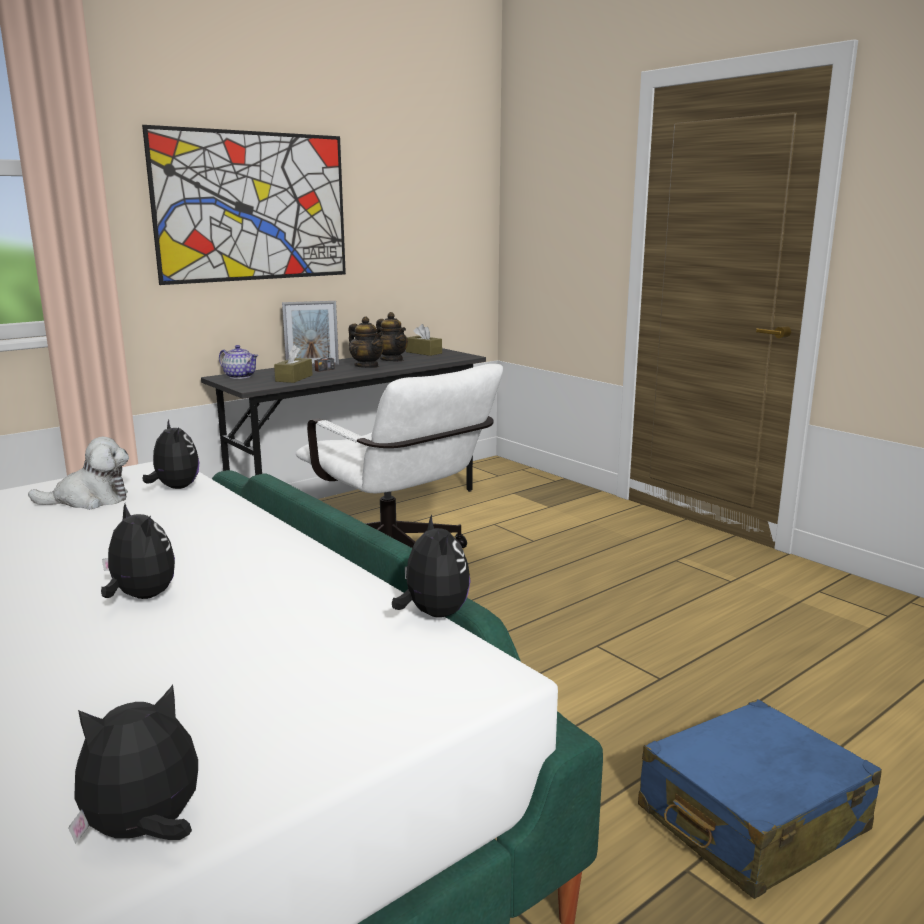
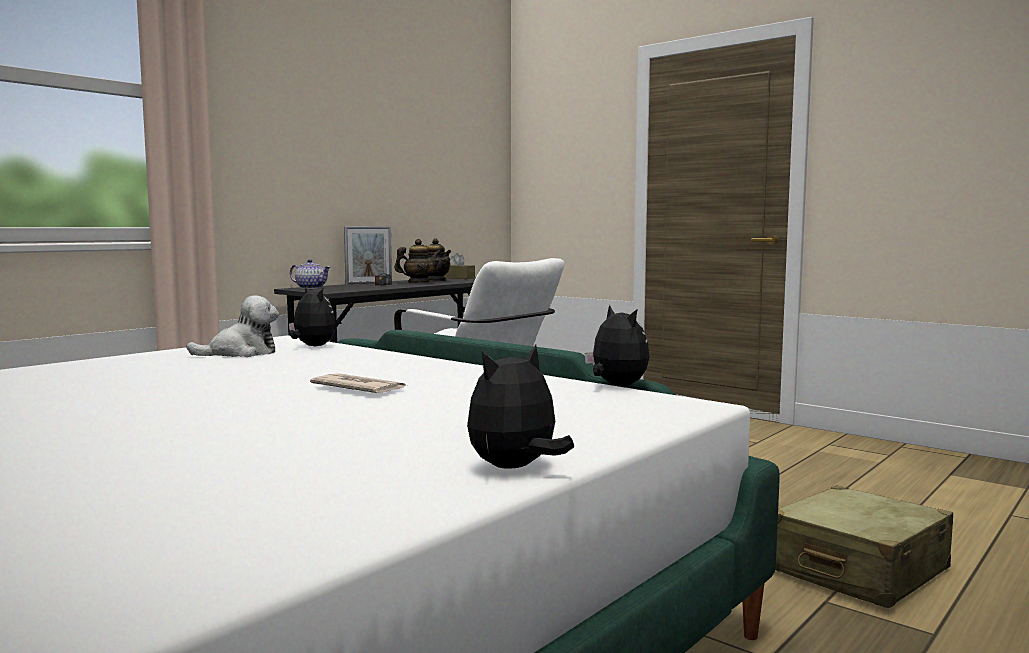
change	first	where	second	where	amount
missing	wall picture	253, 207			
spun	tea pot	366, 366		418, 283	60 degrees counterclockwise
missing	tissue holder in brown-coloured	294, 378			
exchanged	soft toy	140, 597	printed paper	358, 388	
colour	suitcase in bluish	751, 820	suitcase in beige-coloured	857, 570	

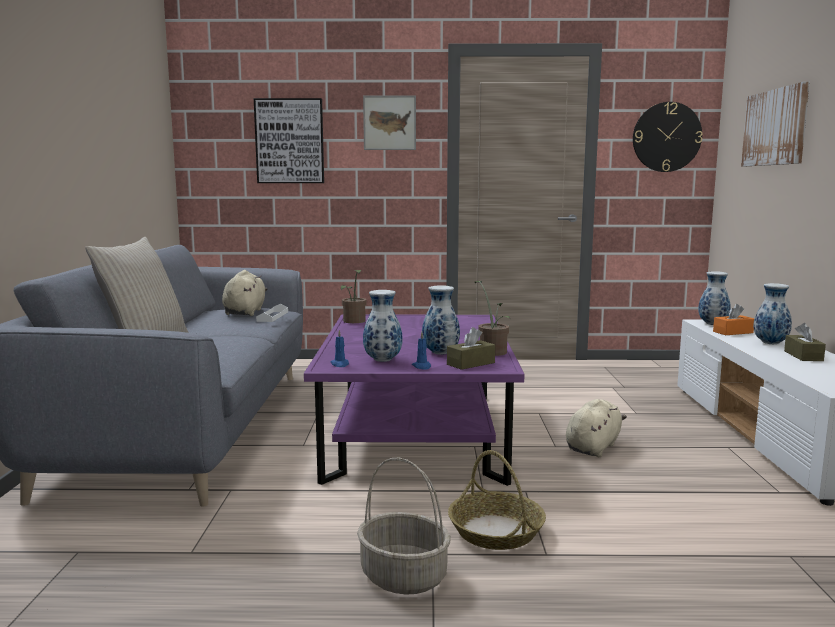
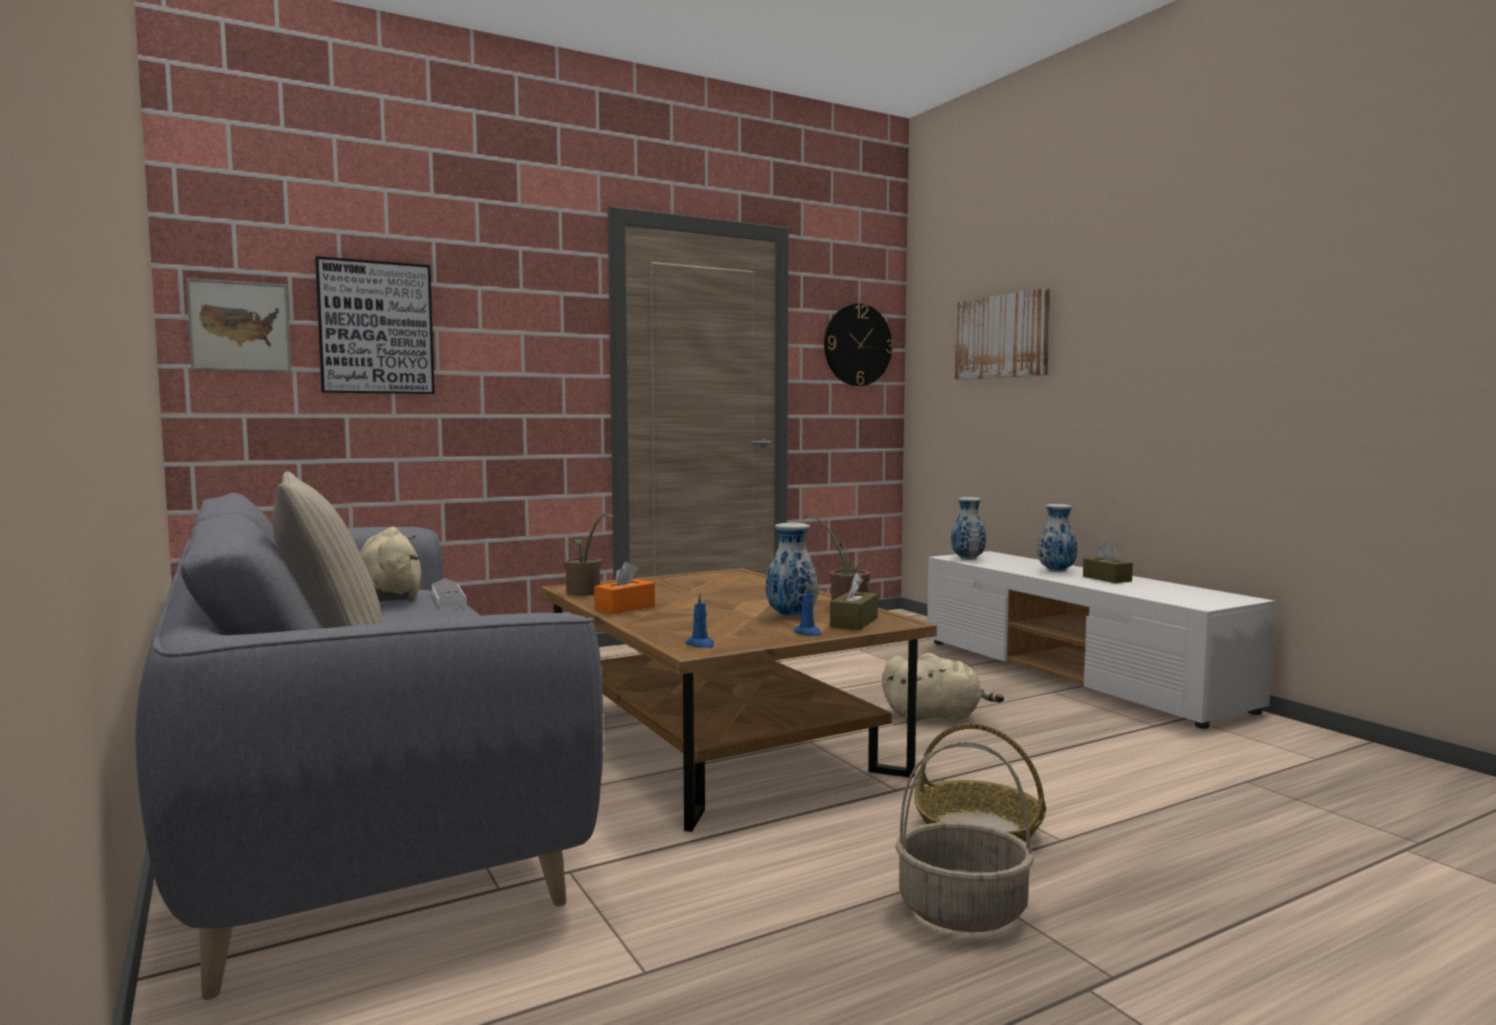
change	first	where	second	where	amount
relocated	wall picture	389, 123		240, 326	
missing	flower vase	383, 360			
relocated	tissue holder in orangey	733, 332		625, 607	
colour	low table in purplish	415, 434	low table in brown-coloured	718, 742	
spun	soft toy in beige-coloured	593, 447		936, 716	90 degrees clockwise

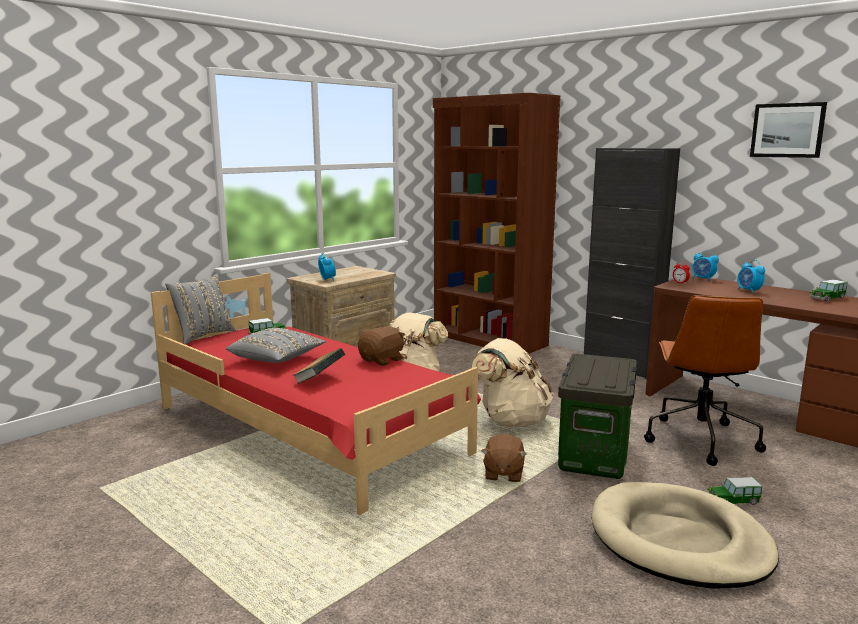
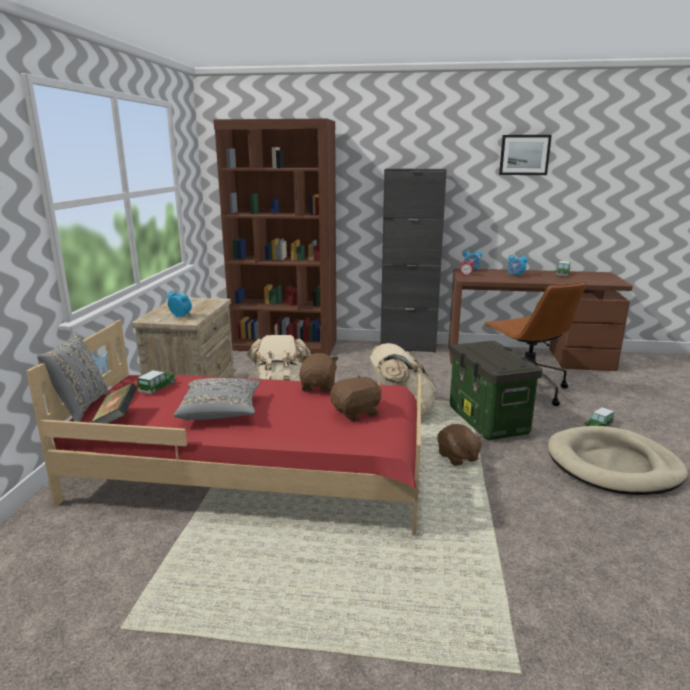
change	first	where	second	where	amount
relocated	book	319, 380		117, 419	
appeared			soft toy in brown-coloured	356, 413	

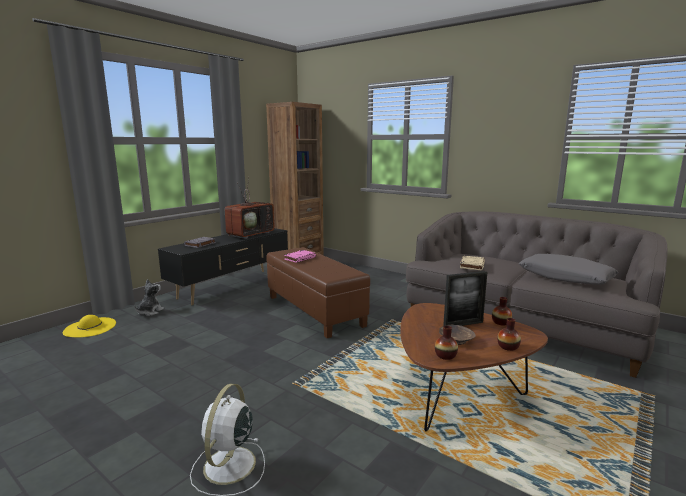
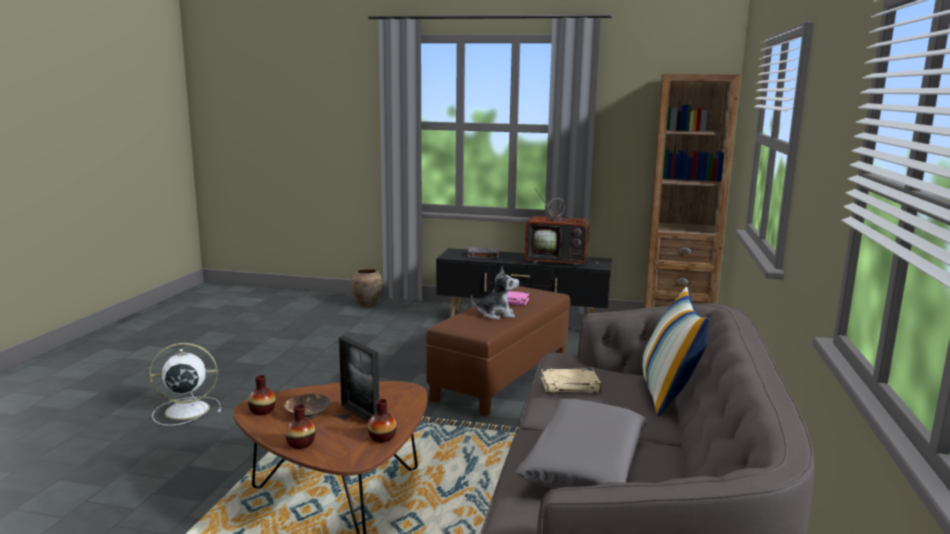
change	first	where	second	where	amount
relocated	soft toy	149, 312		496, 314	
exchanged	wearable hat in yellowish	90, 327	flower vase in brown-coloured	367, 305	
appeared			cushion	668, 394	

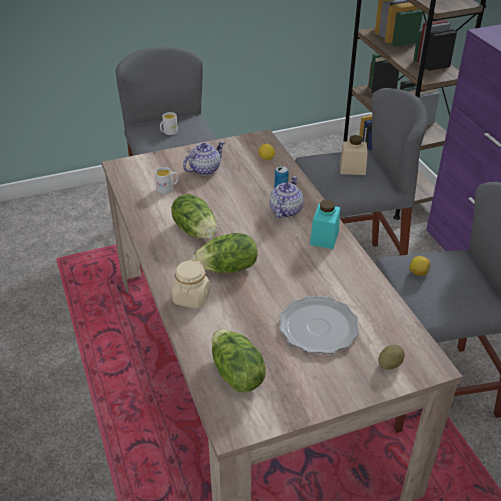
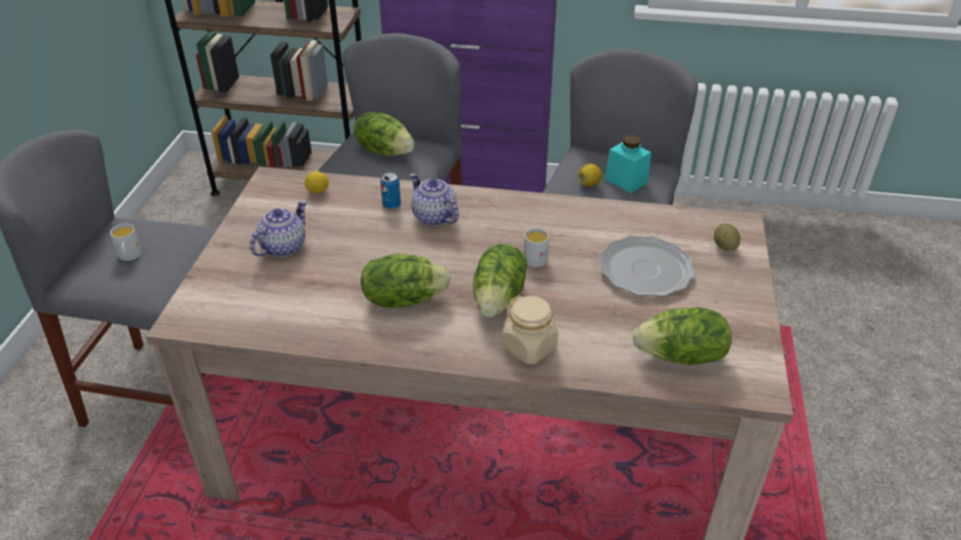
change	first	where	second	where	amount
exchanged	jar in beige-coloured	352, 169	lettuce head	385, 151	
spun	tea pot	205, 169		283, 246	45 degrees clockwise
relocated	mug in white	167, 188		535, 257	
relocated	jar in turquoise	324, 238		626, 180	

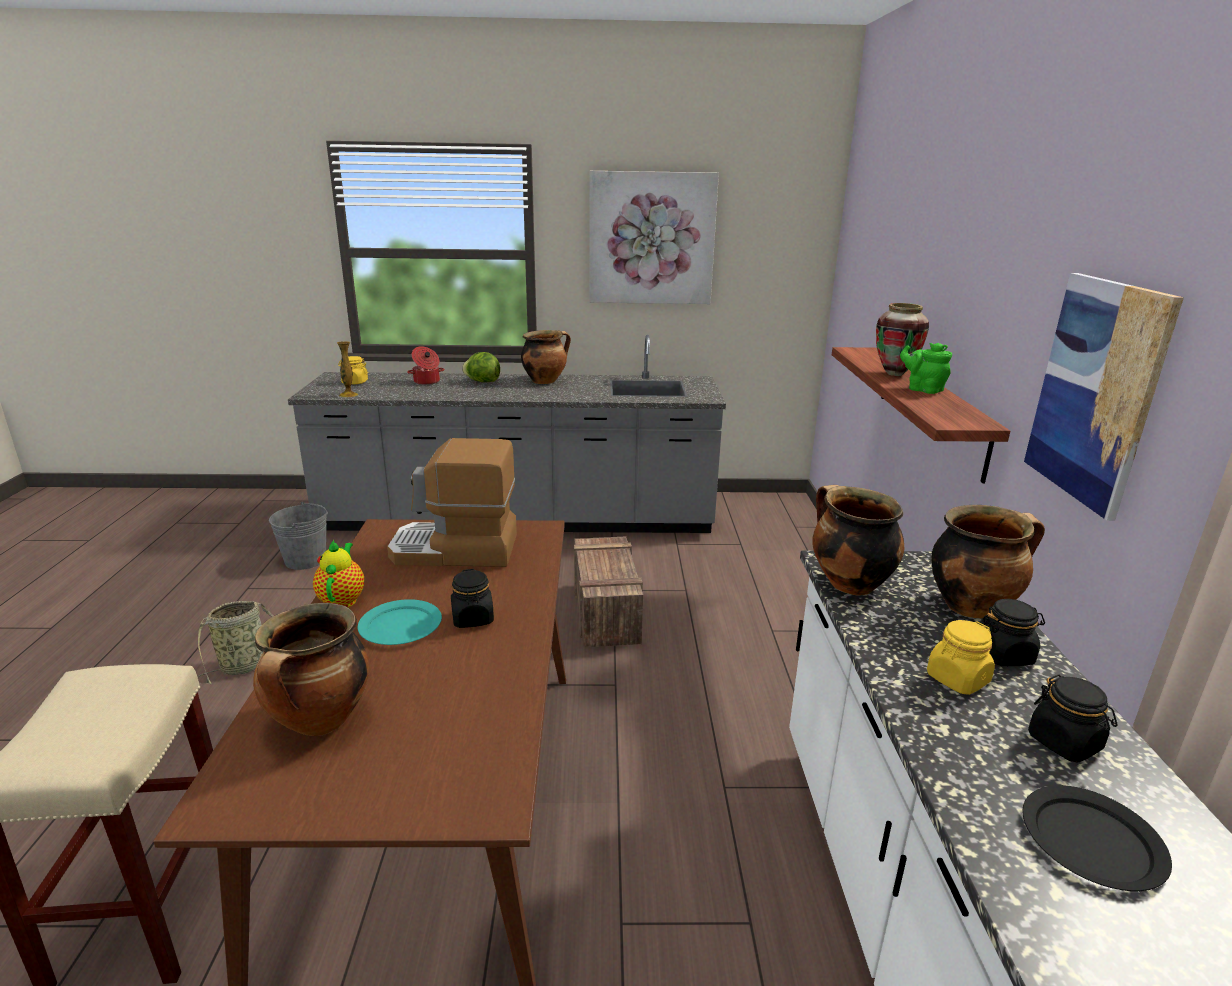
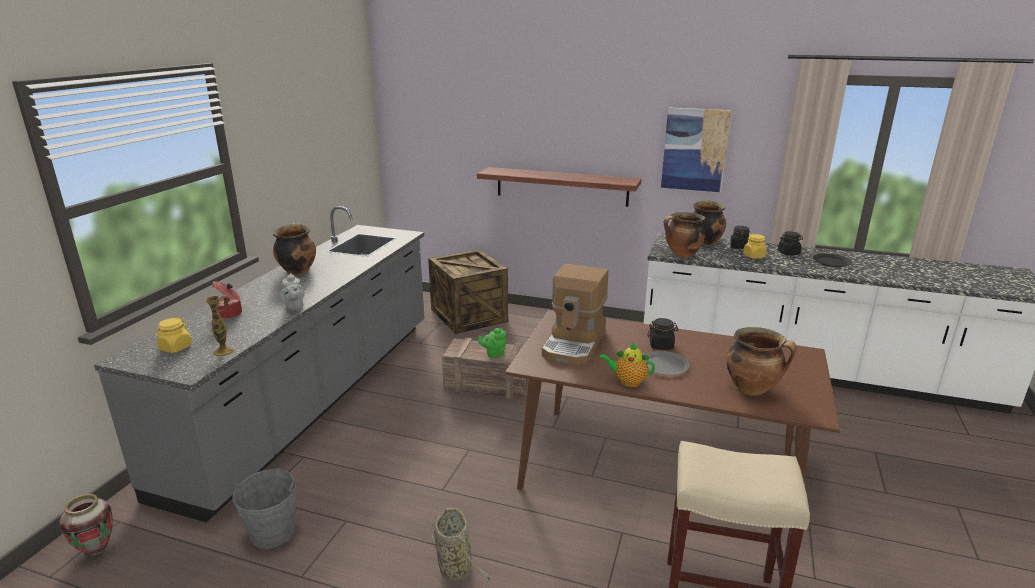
change	first	where	second	where	amount
missing	wall picture	651, 239			
relocated	flower vase	895, 374		97, 550	
relocated	tea pot in green	922, 389		493, 354	
missing	lettuce head	482, 382			
colour	flat dish in turquoise	401, 626	flat dish in grey	664, 365	
appeared			crate	467, 315	
appeared			tea pot in grey	294, 307	

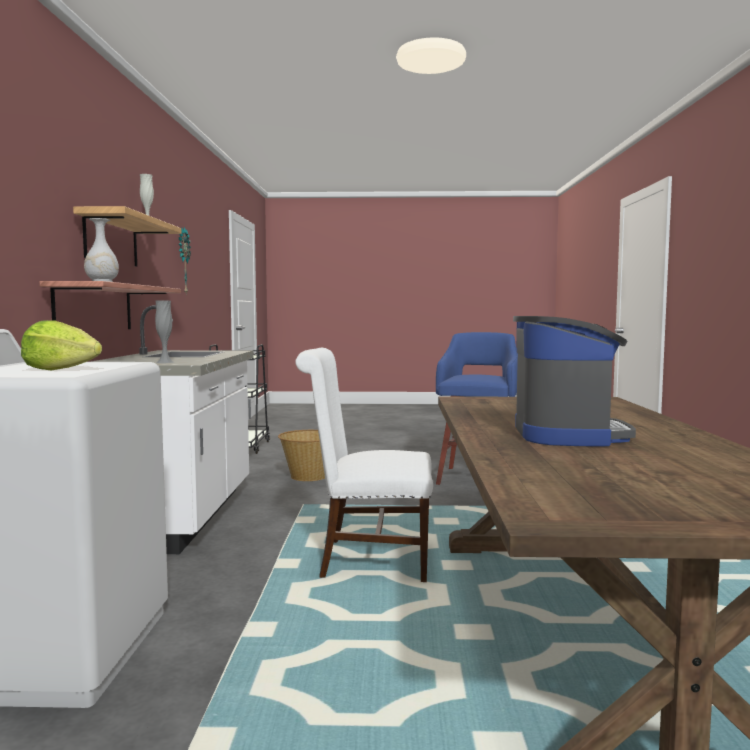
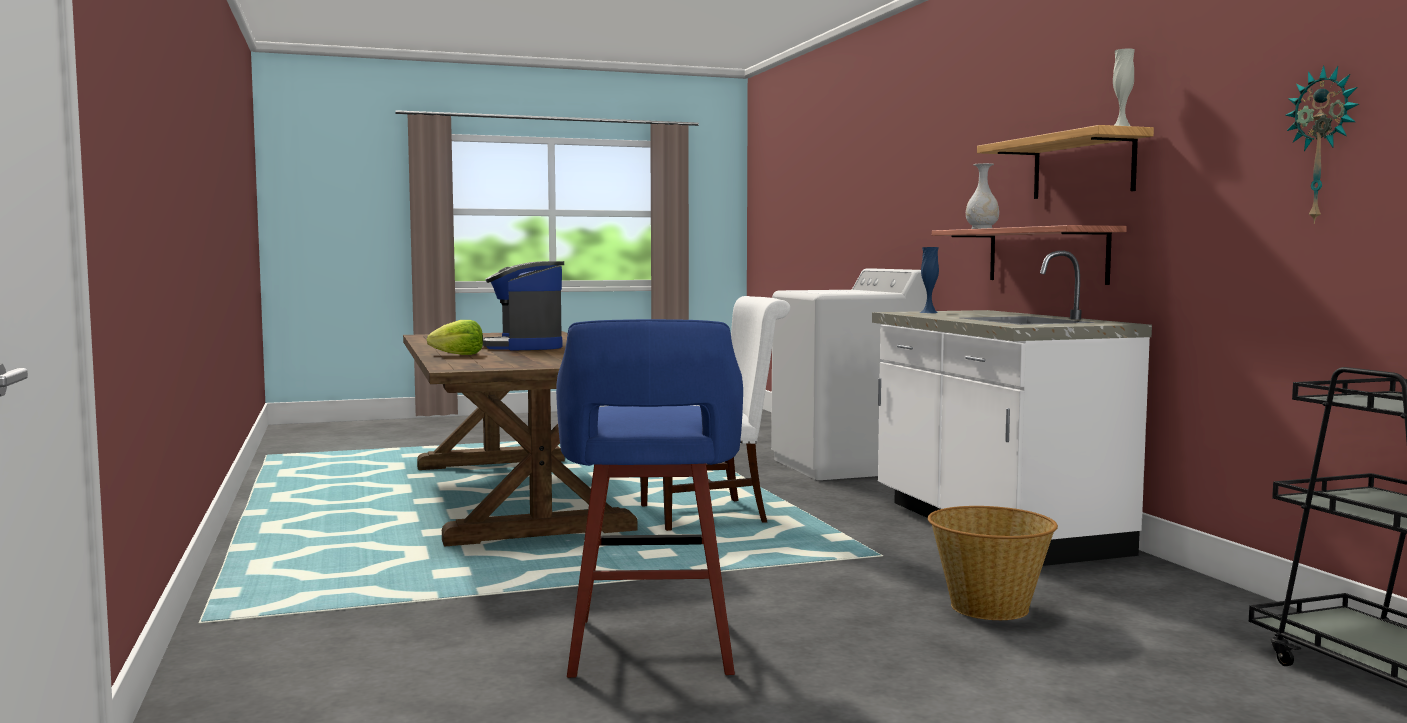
change	first	where	second	where	amount
colour	flower vase in grey	165, 362	flower vase in bluish	929, 312	
relocated	lettuce head	60, 369		459, 355	

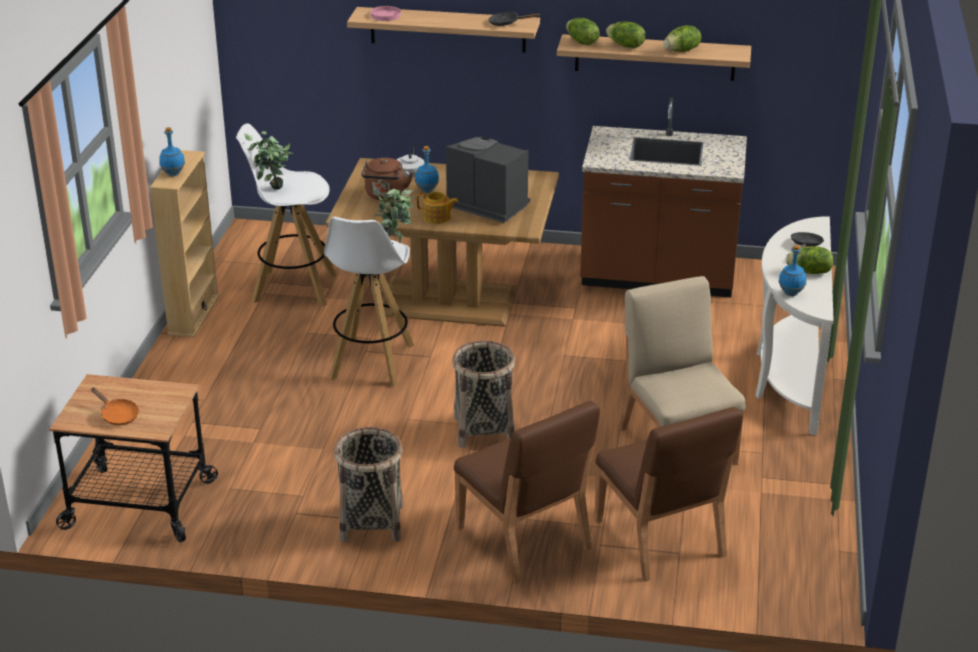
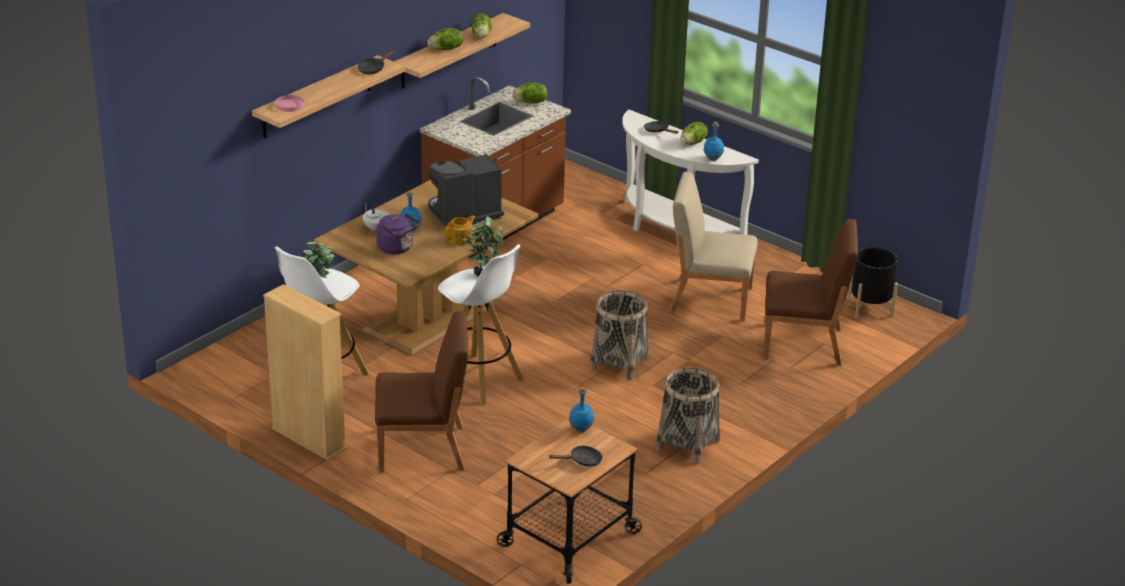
change	first	where	second	where	amount
relocated	lettuce head	581, 42		531, 102	
relocated	beverage bottle in bluish	173, 174		580, 429	
colour	water kettle in brown-coloured	385, 195	water kettle in purplish	397, 248	
colour	frying pan in orangey	117, 415	frying pan in blackish	582, 461	
relocated	plain chair in brown-coloured	523, 539		423, 449	
appeared			plant pot in blackish	870, 307	

